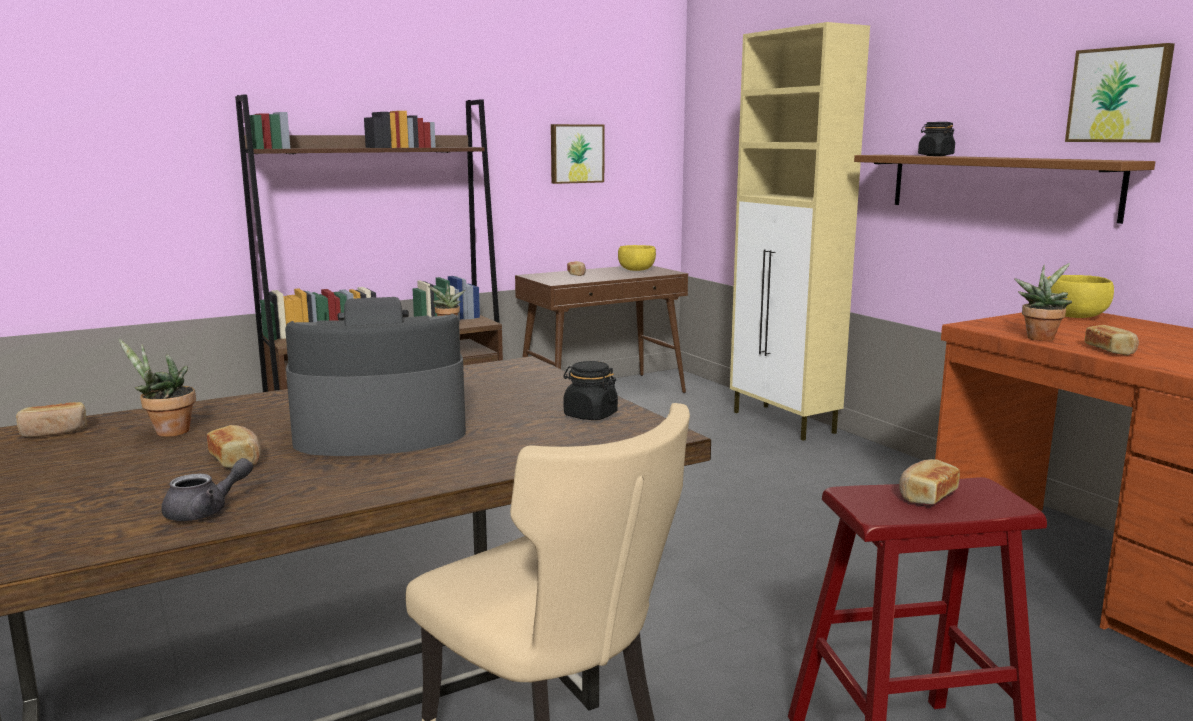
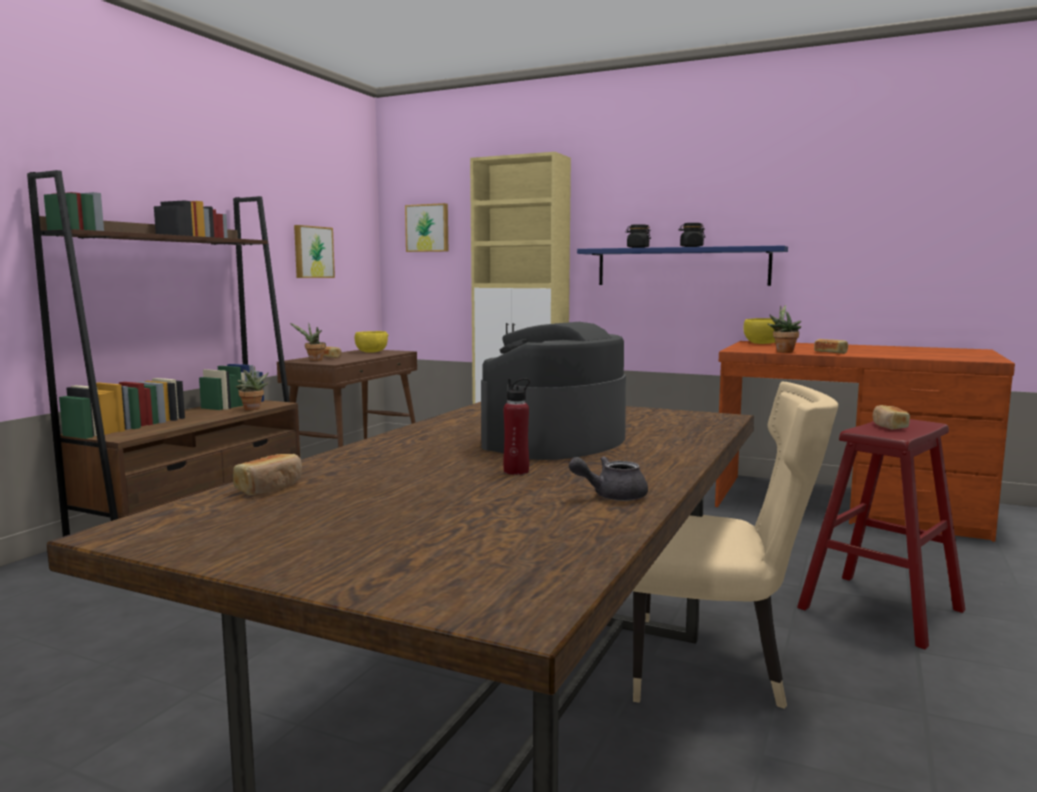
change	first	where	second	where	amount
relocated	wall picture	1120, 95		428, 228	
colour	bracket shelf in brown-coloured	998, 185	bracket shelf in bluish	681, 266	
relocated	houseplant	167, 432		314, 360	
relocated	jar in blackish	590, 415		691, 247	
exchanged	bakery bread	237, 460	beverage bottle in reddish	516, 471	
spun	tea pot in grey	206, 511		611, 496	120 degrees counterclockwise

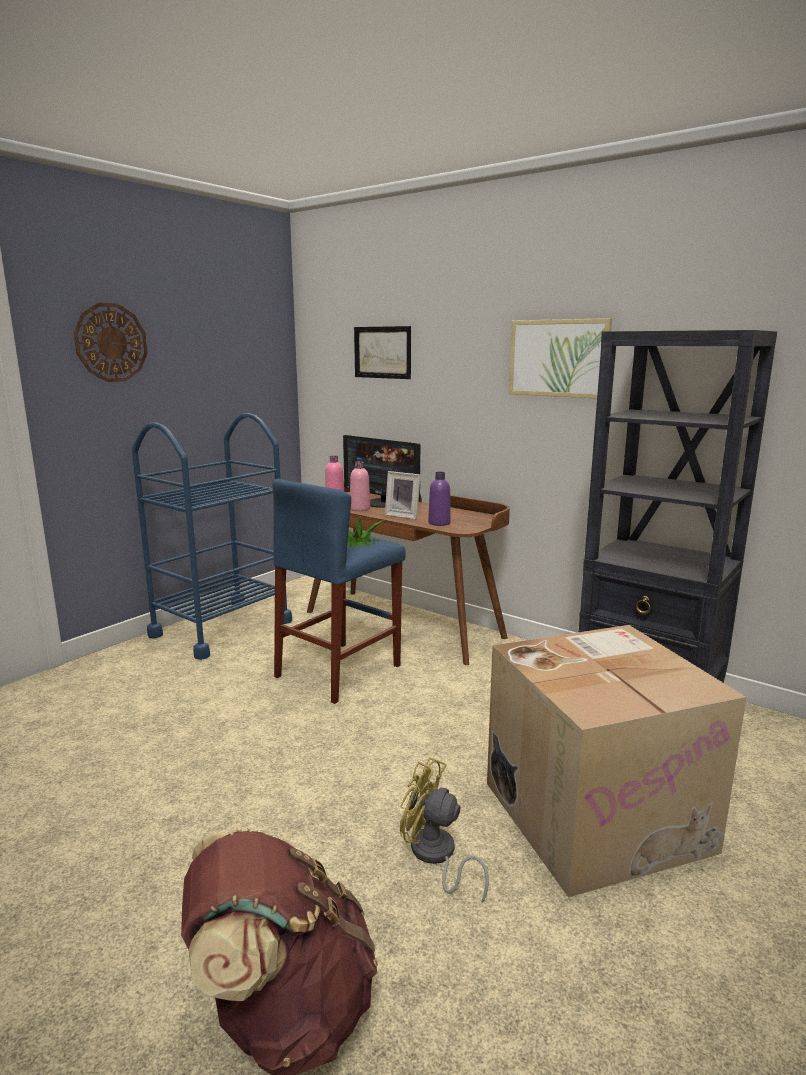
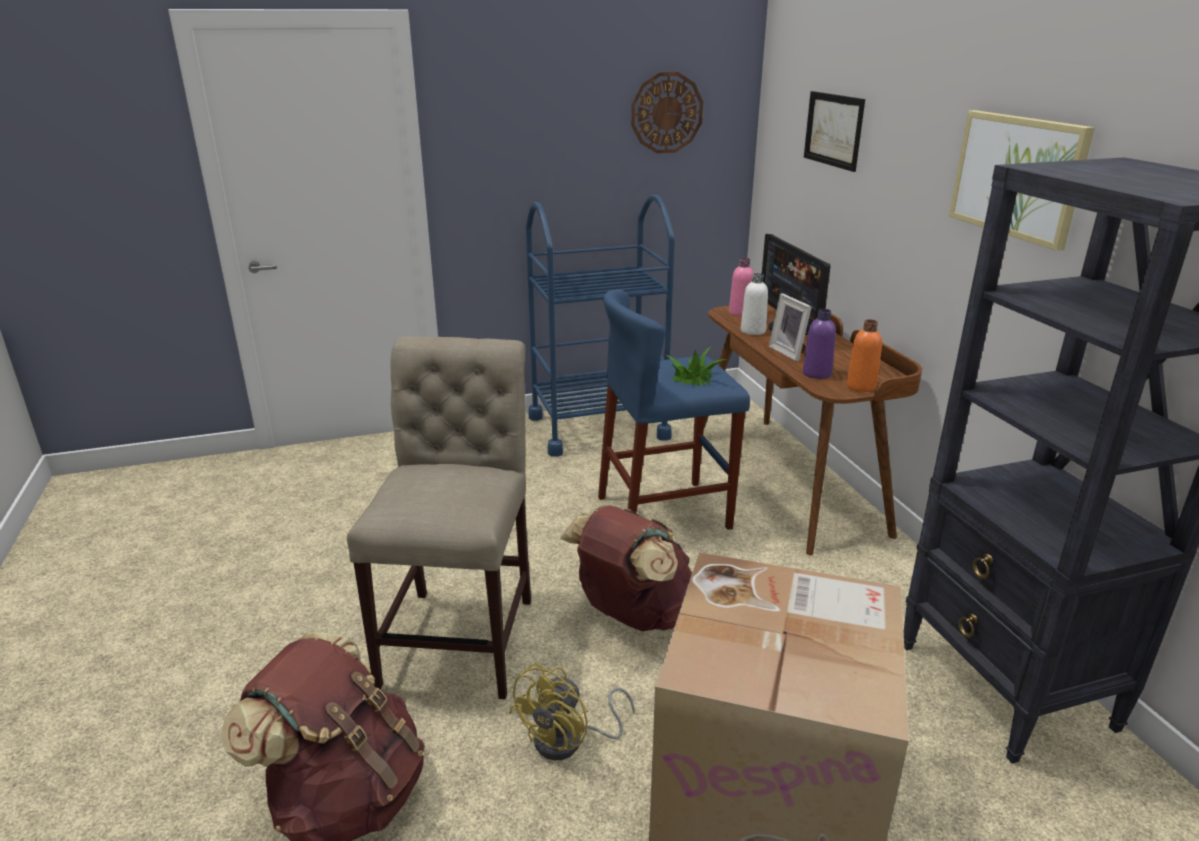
change	first	where	second	where	amount
relocated	clock on the wall	111, 342		666, 113	
colour	beverage bottle in pinkish	360, 509	beverage bottle in white	753, 331	
spun	cooling fan in yellowish	435, 856		569, 741	120 degrees counterclockwise
appeared			beverage bottle in orangey	861, 386	
appeared			plain chair in beige-coloured	463, 634	
appeared			rucksack in brown-coloured	632, 615	

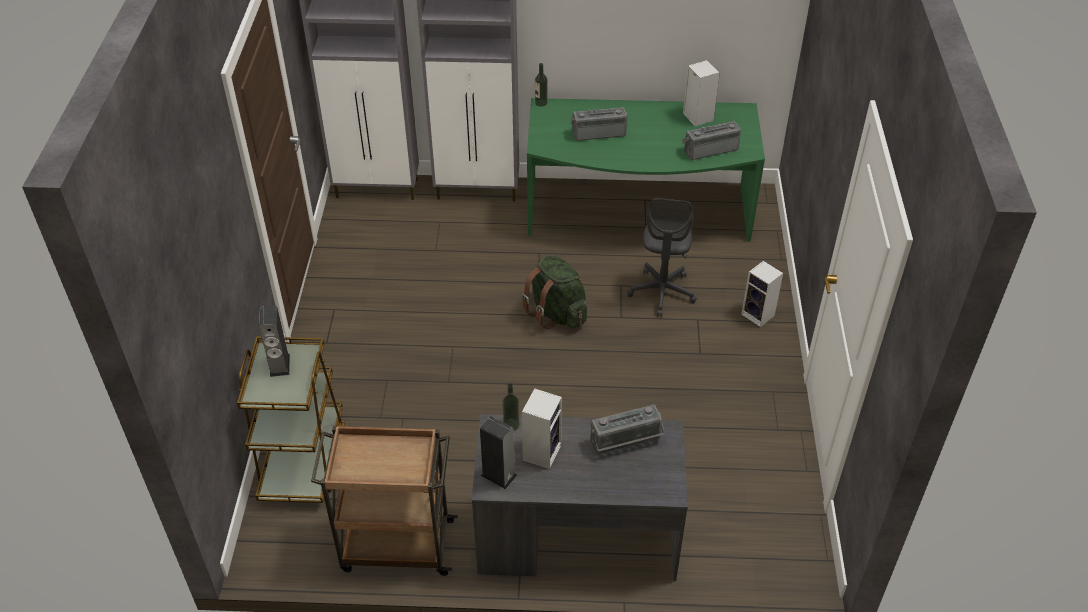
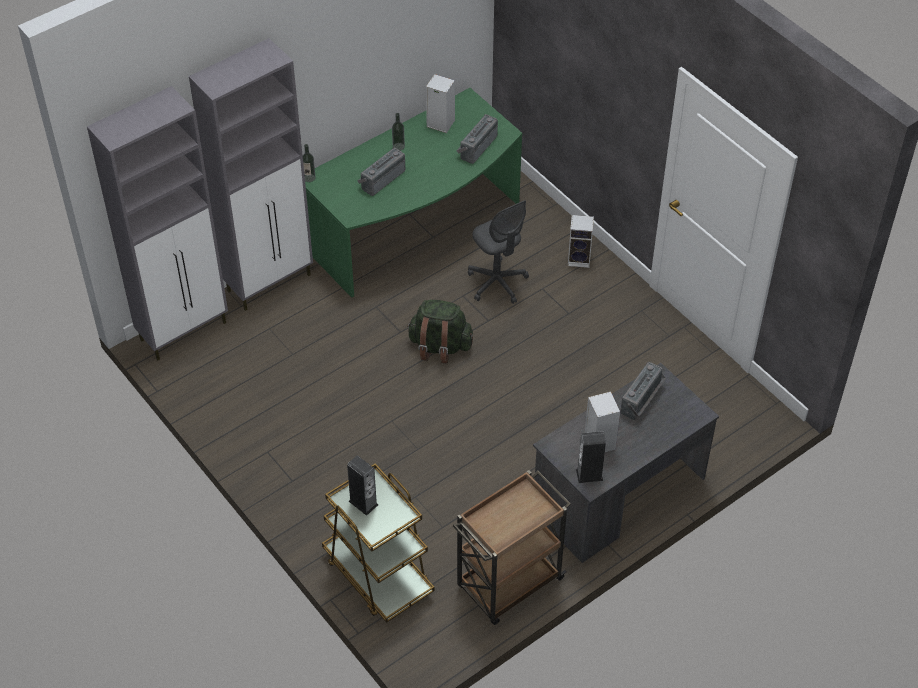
change	first	where	second	where	amount
relocated	beverage bottle	511, 425		398, 146	

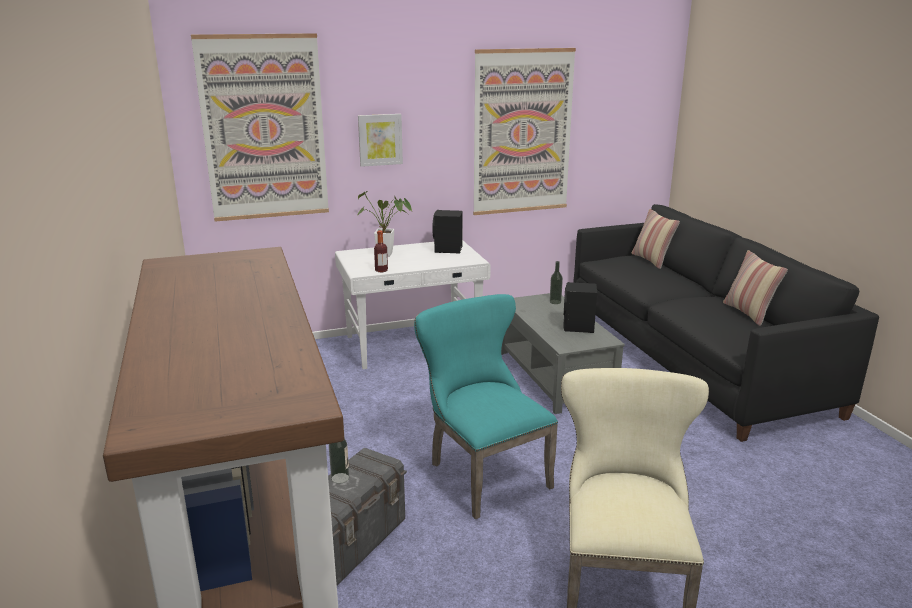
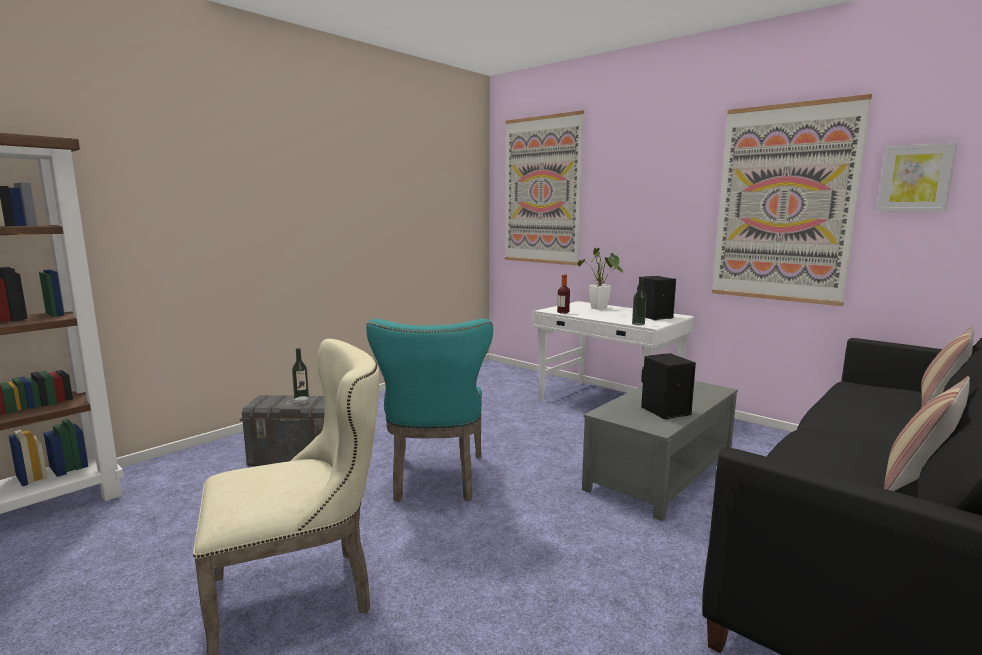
change	first	where	second	where	amount
relocated	wall picture	380, 139		915, 178	
relocated	beverage bottle	555, 302		638, 324	
spun	plain chair in turquoise	482, 473		436, 480	150 degrees clockwise

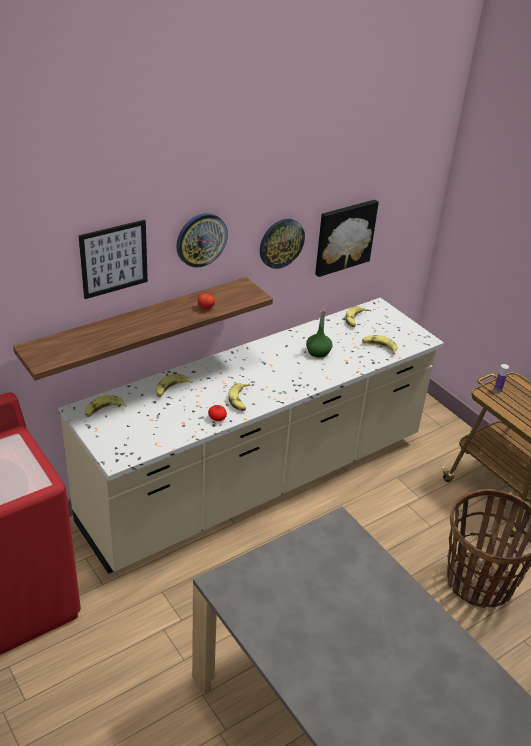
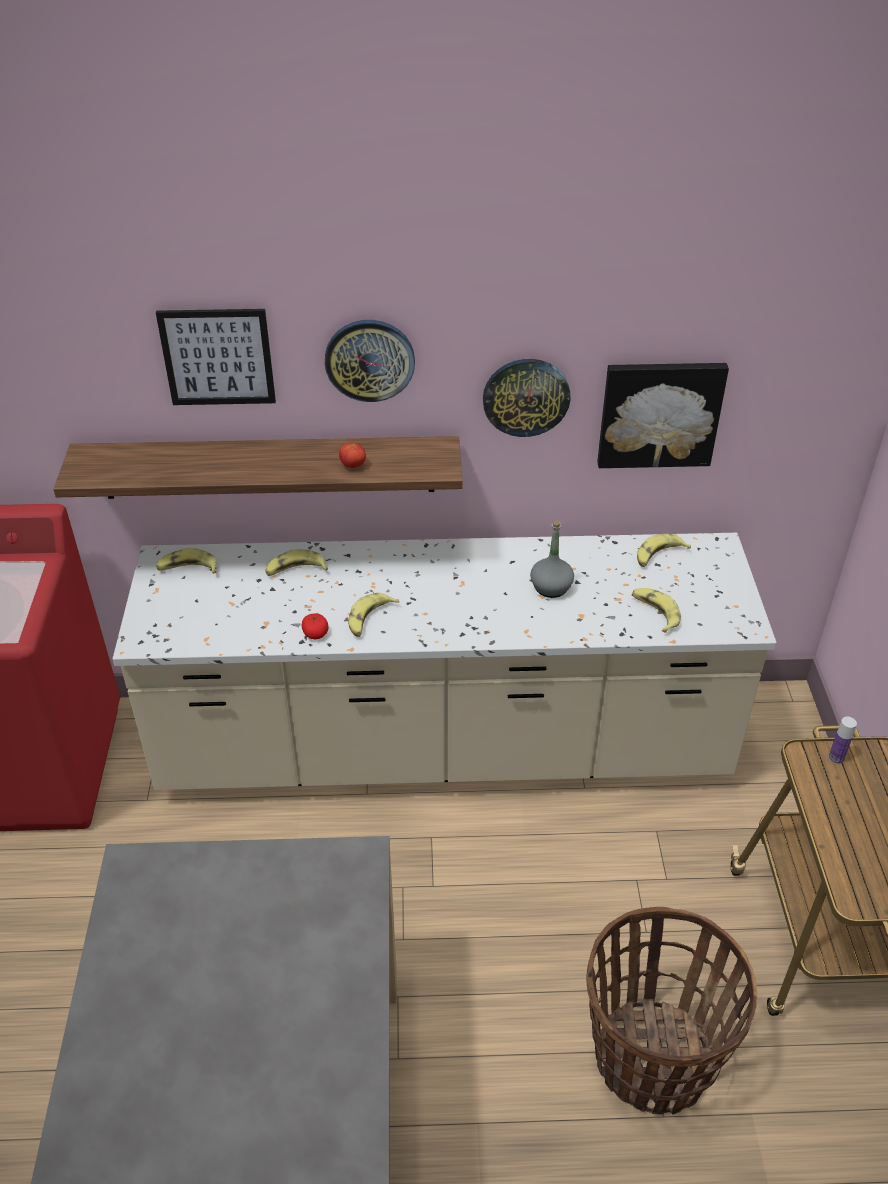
change	first	where	second	where	amount
colour	beverage bottle in green	318, 352	beverage bottle in grey	551, 587	

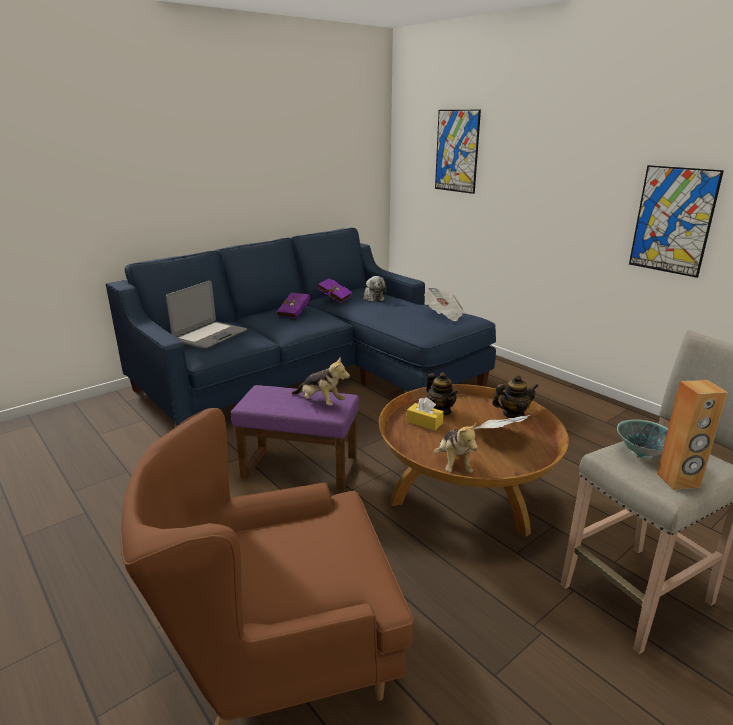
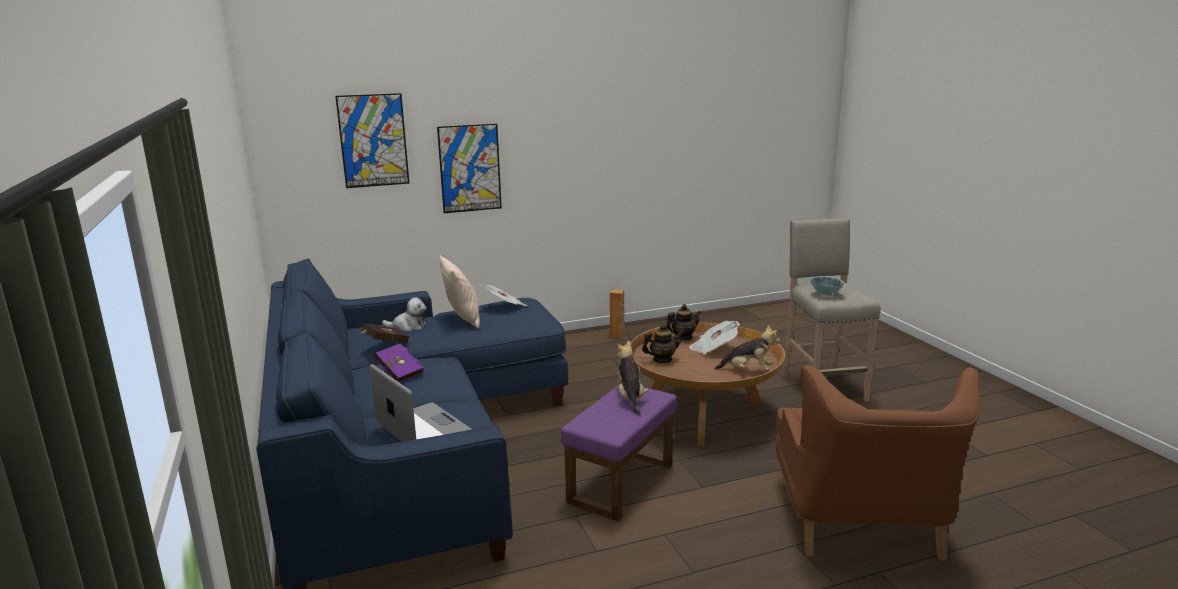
change	first	where	second	where	amount
relocated	wall picture	673, 220		470, 168	
colour	book in purplish	334, 298	book in reddish	384, 344	
spun	soft toy	320, 402		630, 398	60 degrees counterclockwise
spun	tea pot	513, 414		682, 338	60 degrees clockwise
relocated	audio speaker in brown-coloured	678, 481		617, 335	
missing	tissue holder in yellowish	424, 422			
appeared			cushion in beige-coloured	462, 319	

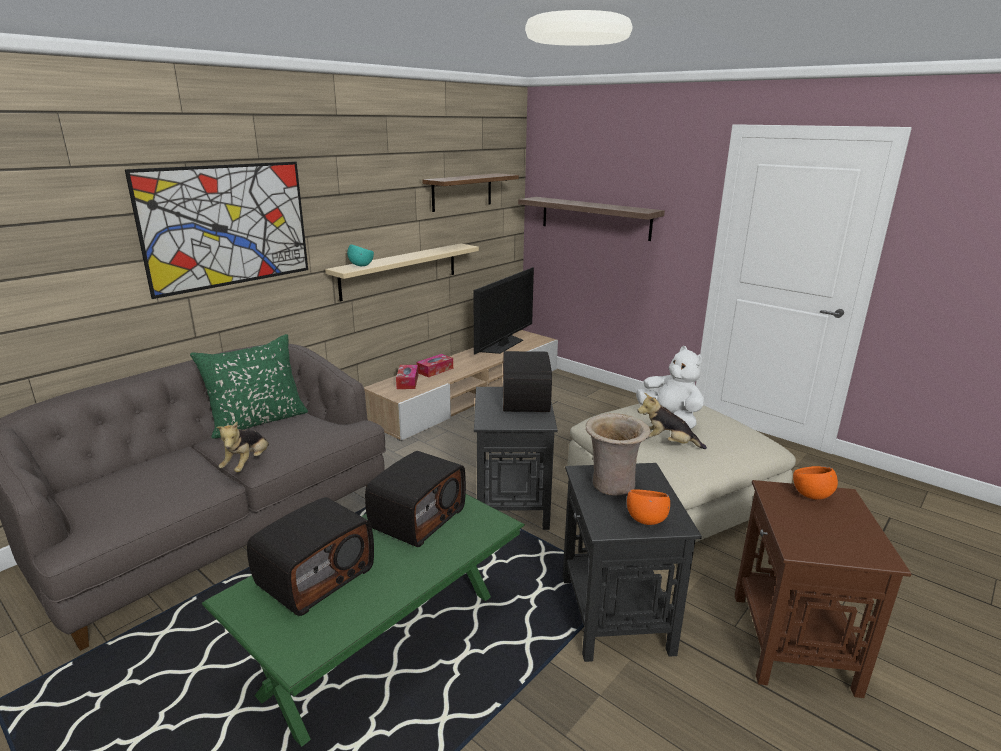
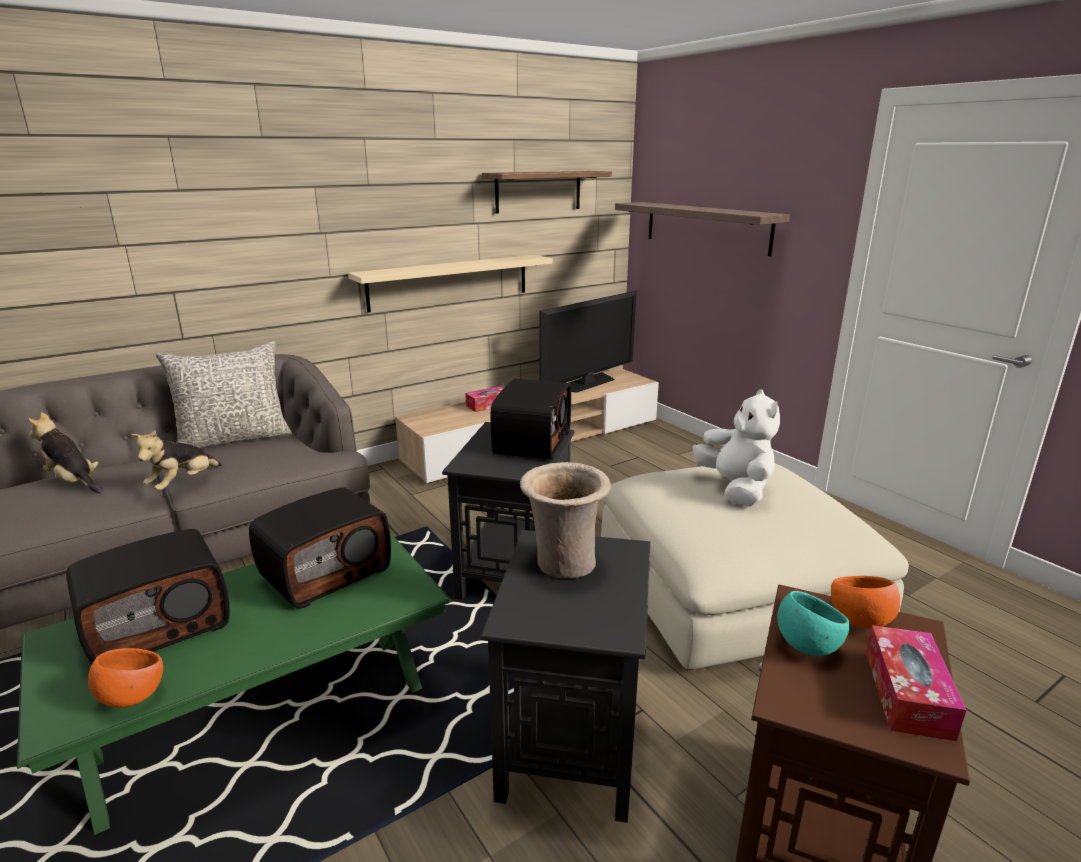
change	first	where	second	where	amount
missing	wall picture	227, 226			
relocated	deep dish in turquoise	361, 266		806, 647	
colour	cushion in green	257, 421	cushion in grey	234, 439	
relocated	tissue holder	407, 382		907, 693	
relocated	soft toy	667, 444		74, 482	
relocated	deep dish in orangey	645, 521		132, 698	

